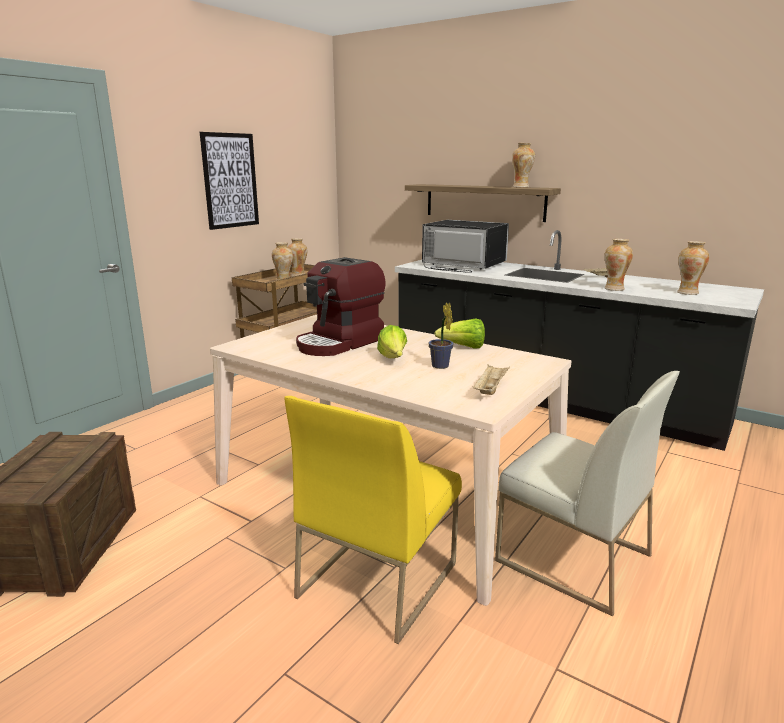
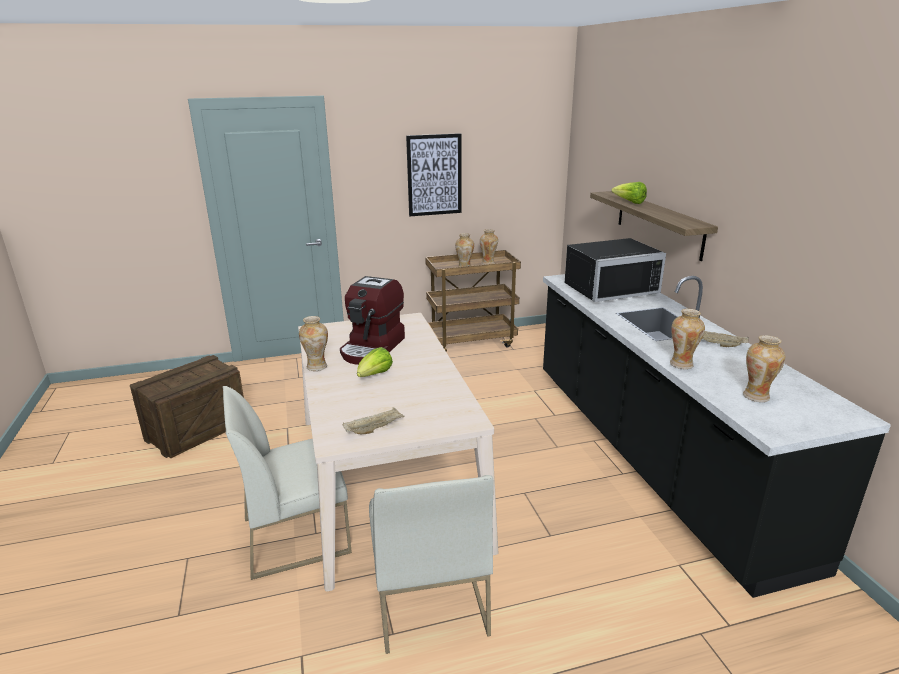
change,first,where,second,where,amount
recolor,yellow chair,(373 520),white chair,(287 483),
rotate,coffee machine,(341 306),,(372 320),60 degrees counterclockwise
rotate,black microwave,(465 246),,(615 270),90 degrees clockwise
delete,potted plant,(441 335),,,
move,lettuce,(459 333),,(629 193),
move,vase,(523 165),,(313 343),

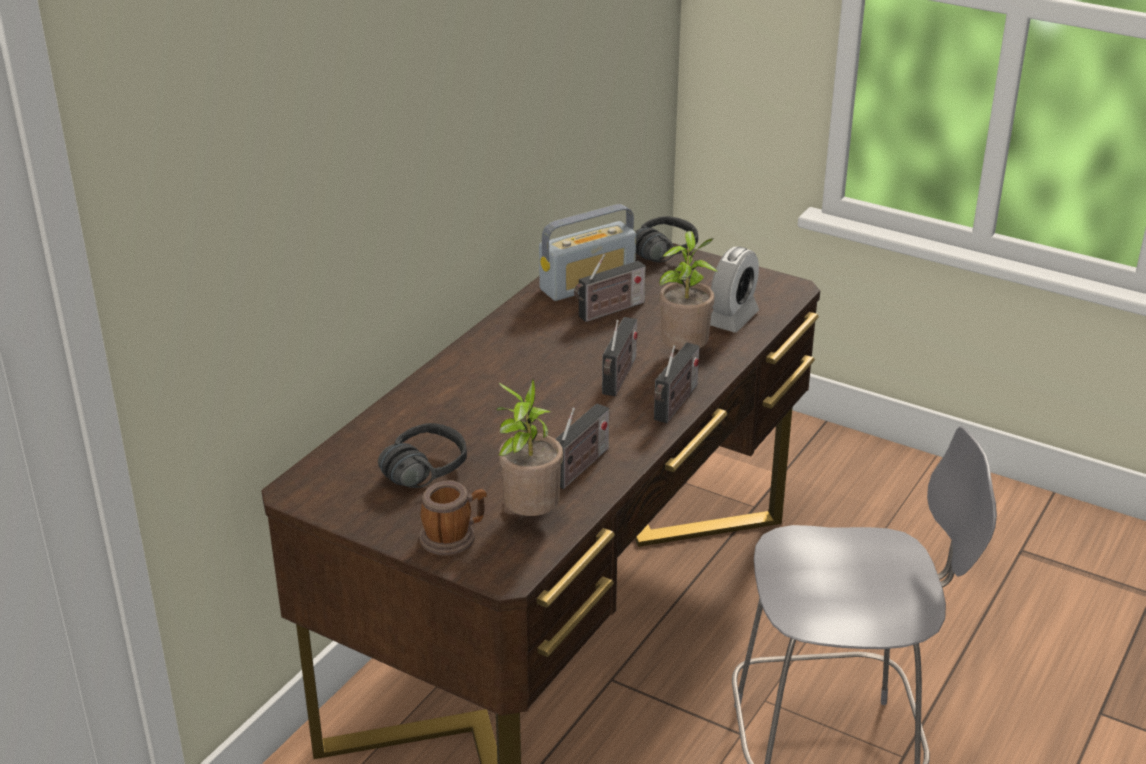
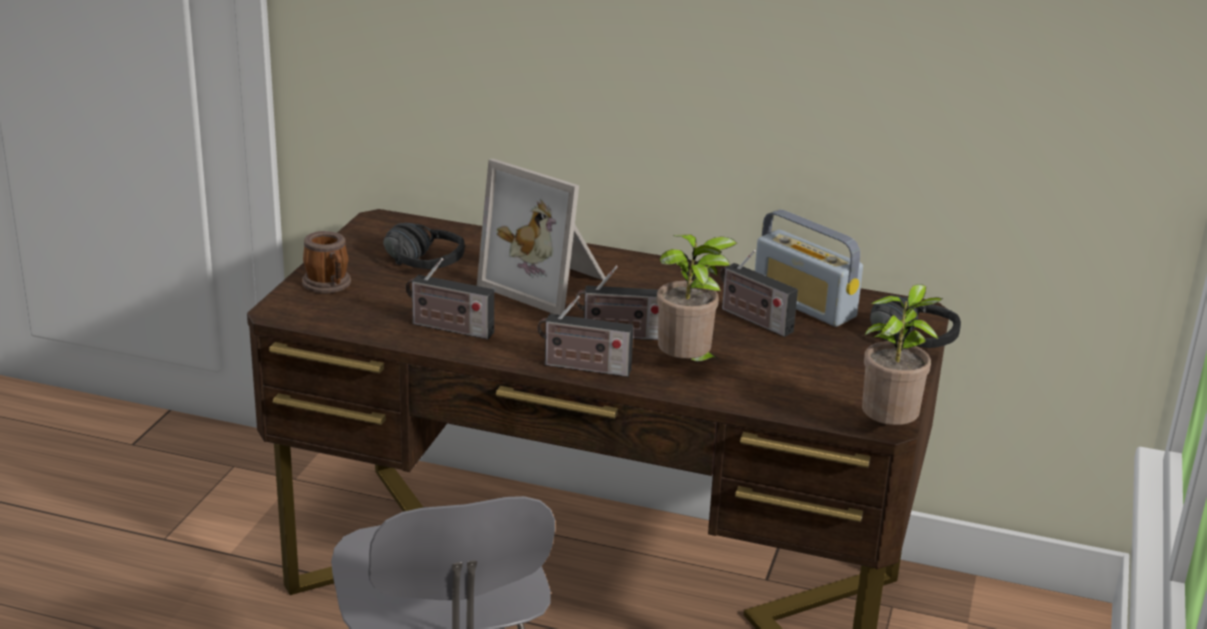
change,first,where,second,where,amount
move,potted plant,(529 447),,(902 354),
delete,alarm clock,(734 290),,,
insert,,,picture frame,(541 236),

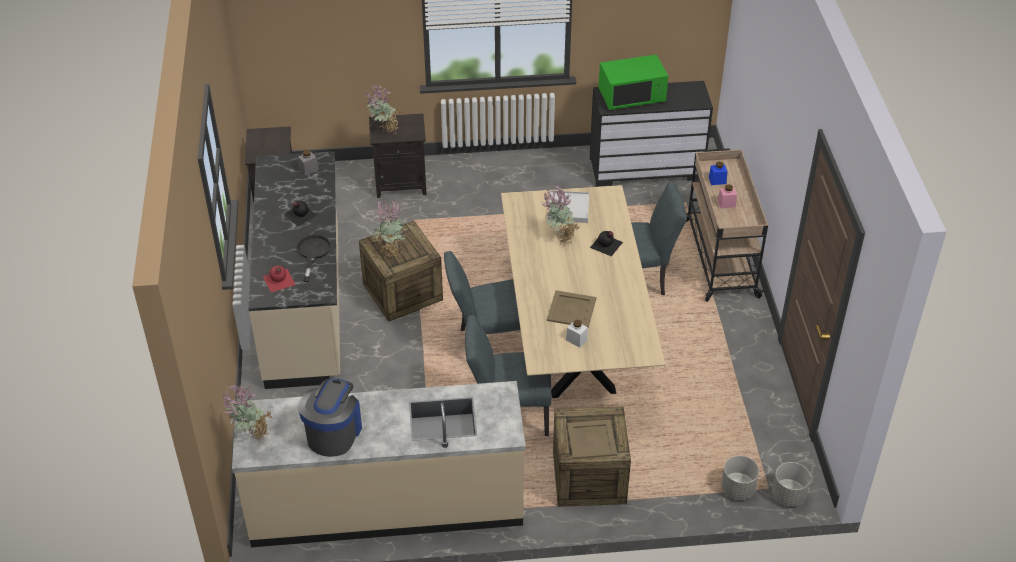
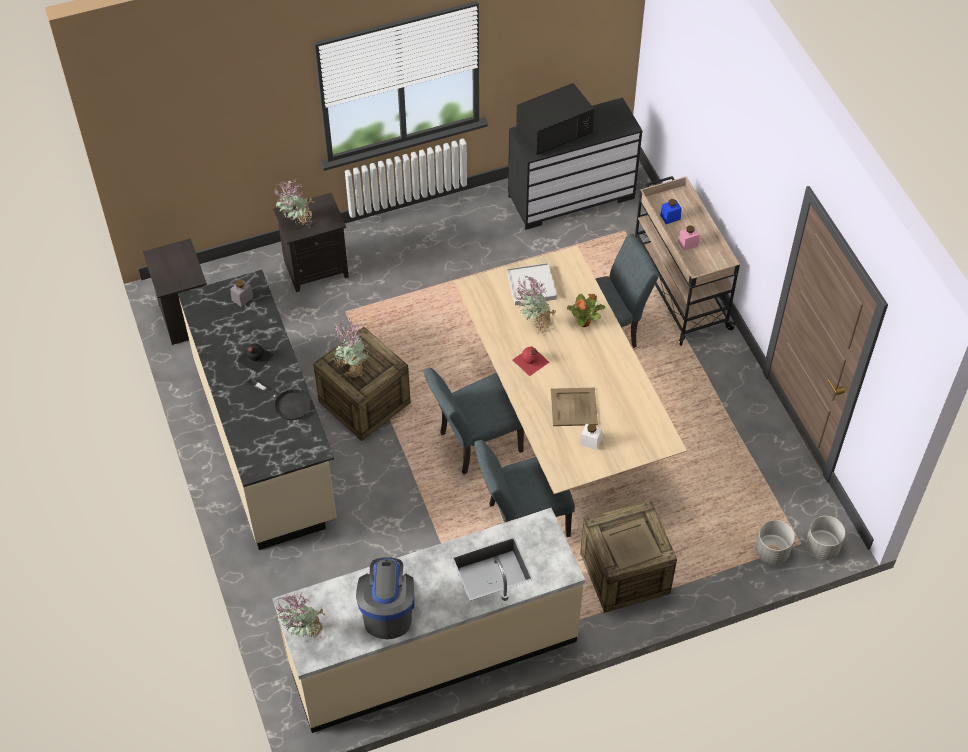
change,first,where,second,where,amount
move,red bottle,(279 279),,(531 361),
rotate,black frying pan,(314 258),,(279 399),135 degrees clockwise
replace,black bottle,(606 244),potted plant,(586 310),
recolor,green microwave,(633 82),black microwave,(555 119),

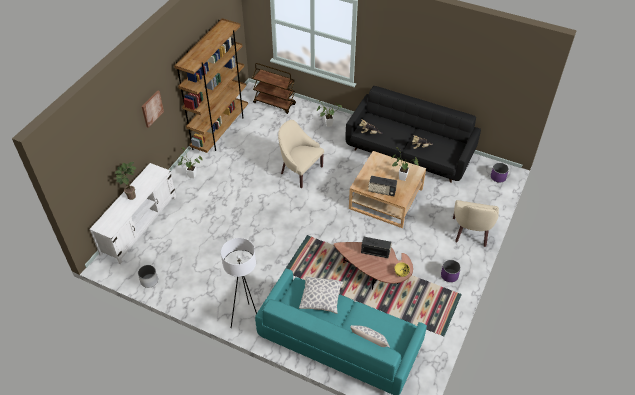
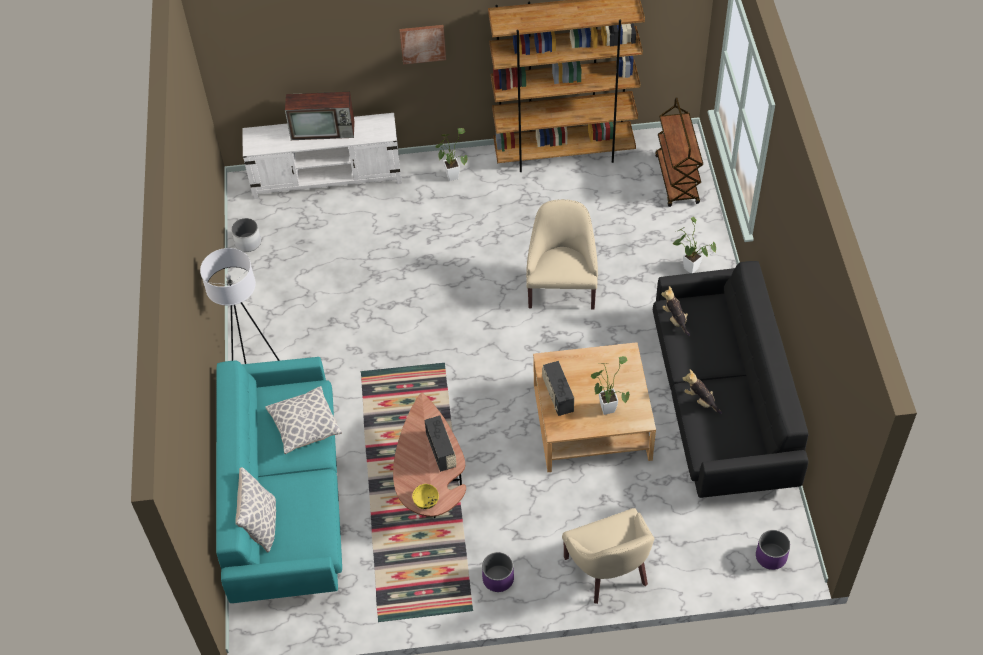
change,first,where,second,where,amount
replace,potted plant,(125 181),television,(320 116),
rotate,beige armchair,(476 223),,(608 556),90 degrees counterclockwise

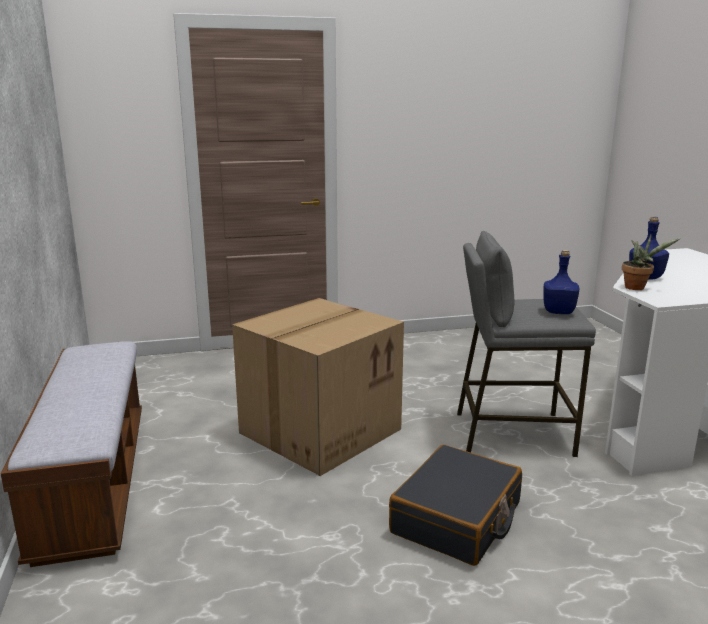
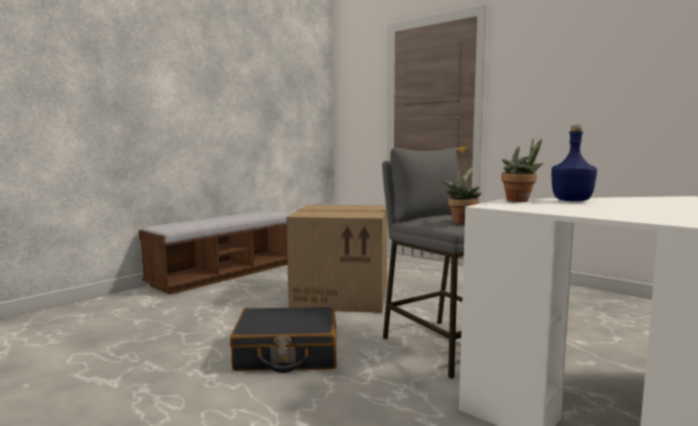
change,first,where,second,where,amount
replace,blue bottle,(561 282),potted plant,(461 195),

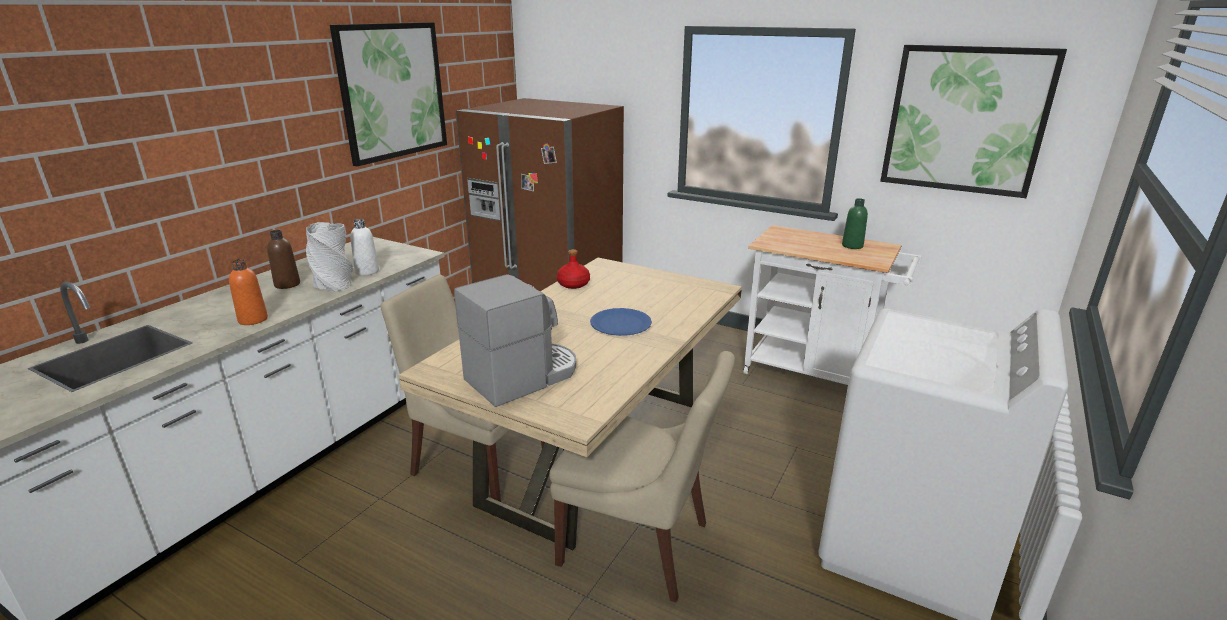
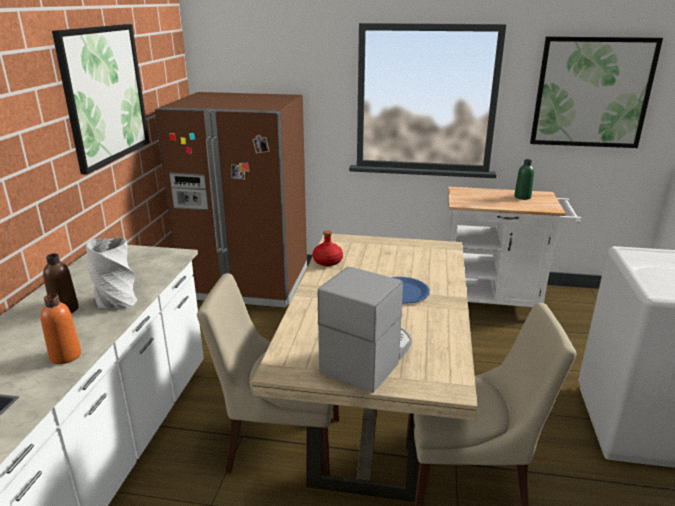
change,first,where,second,where,amount
delete,white bottle,(364 247),,,

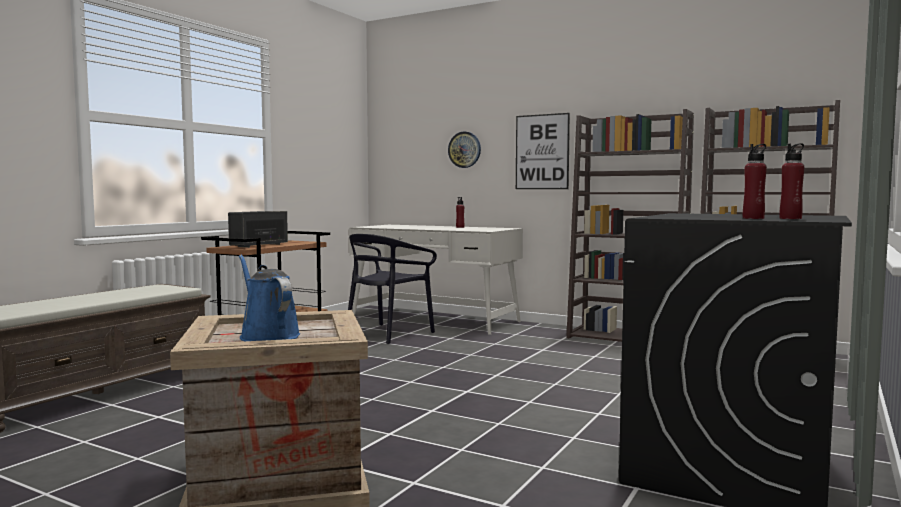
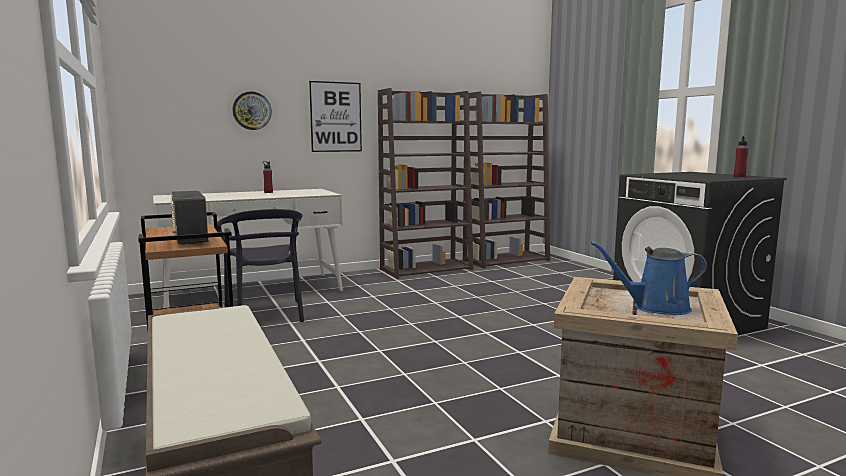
change,first,where,second,where,amount
delete,red bottle,(755 181),,,

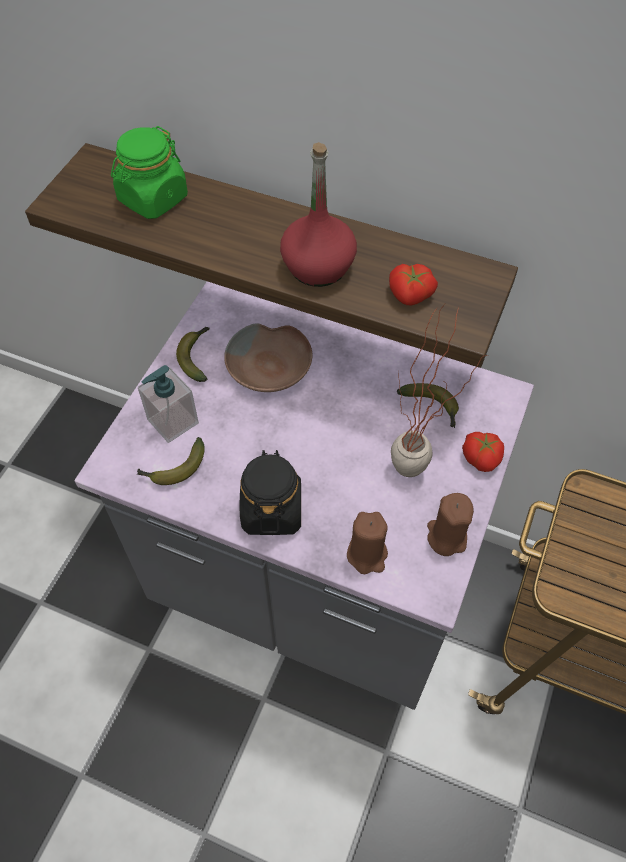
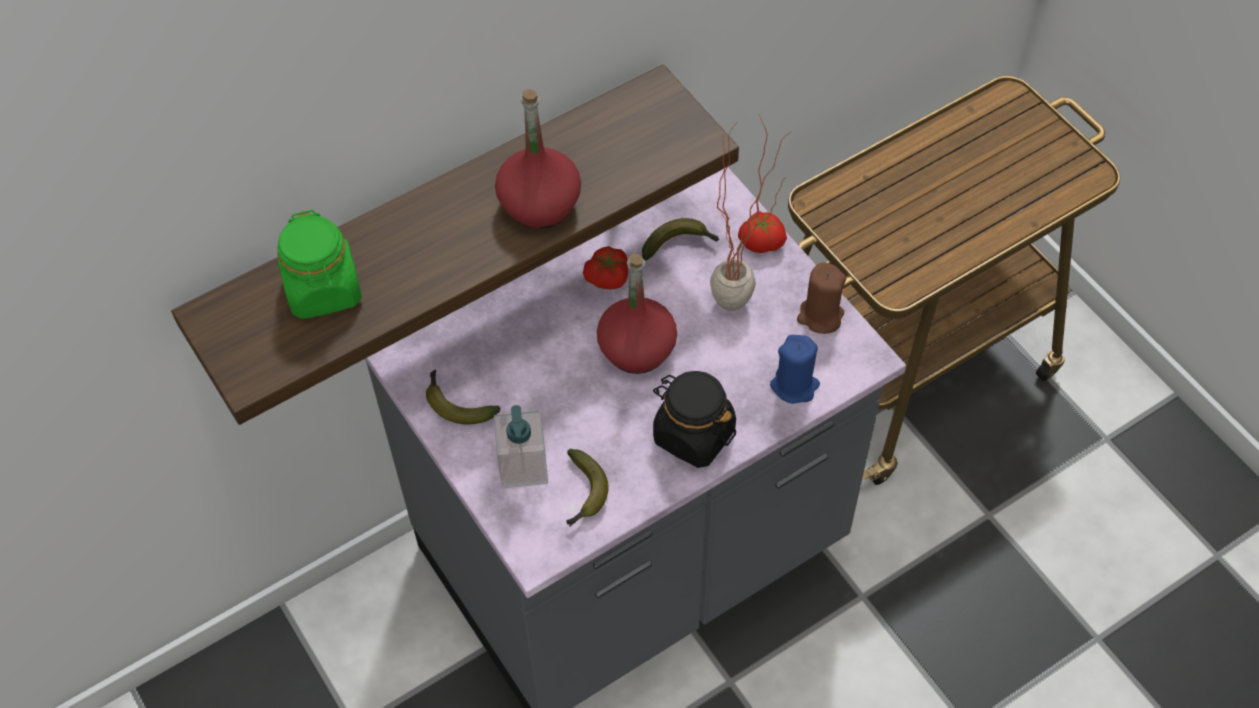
change,first,where,second,where,amount
delete,brown bowl,(268 357),,,
recolor,brown candle,(367 543),blue candle,(795 369),
move,tomato,(413 284),,(605 267),
insert,,,red bottle,(637 314),

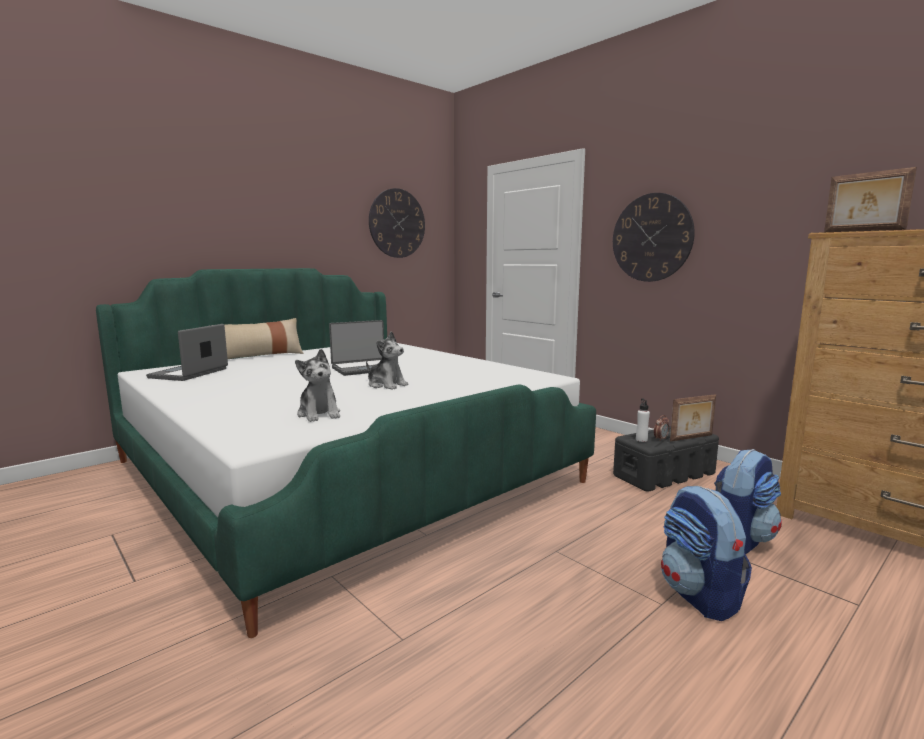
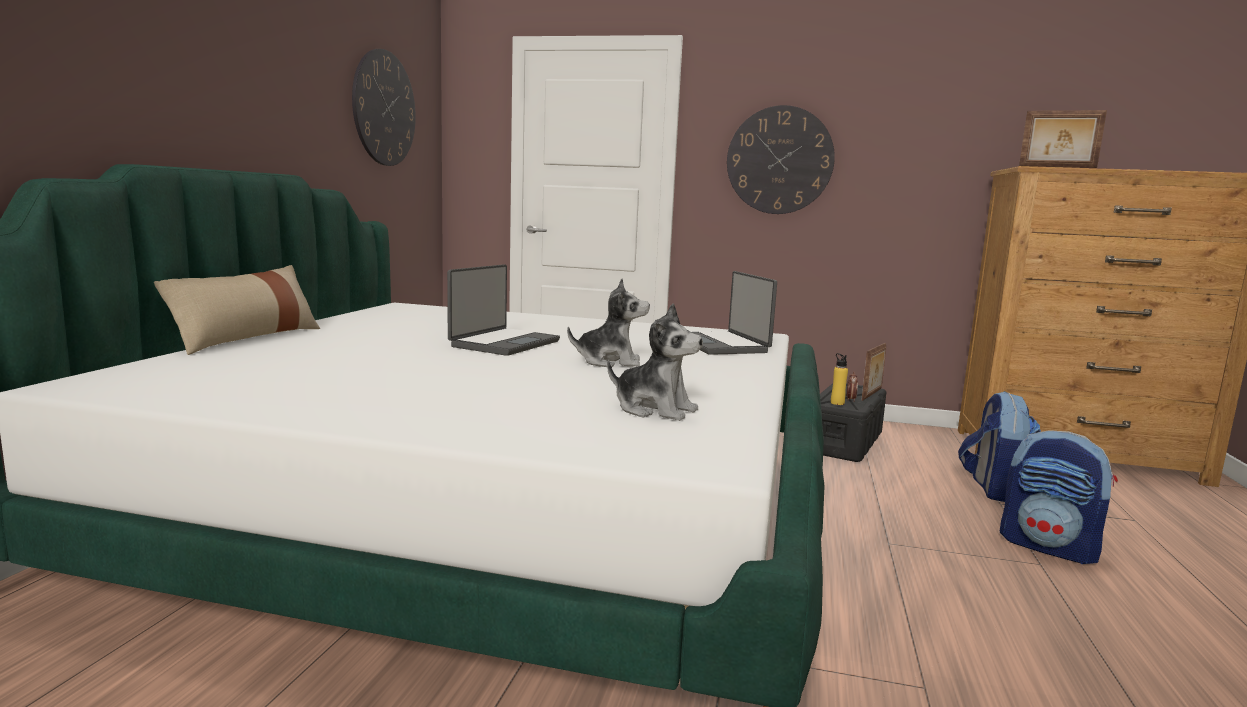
change,first,where,second,where,amount
move,laptop,(187 352),,(734 313),
recolor,white bottle,(643 420),yellow bottle,(839 379),

